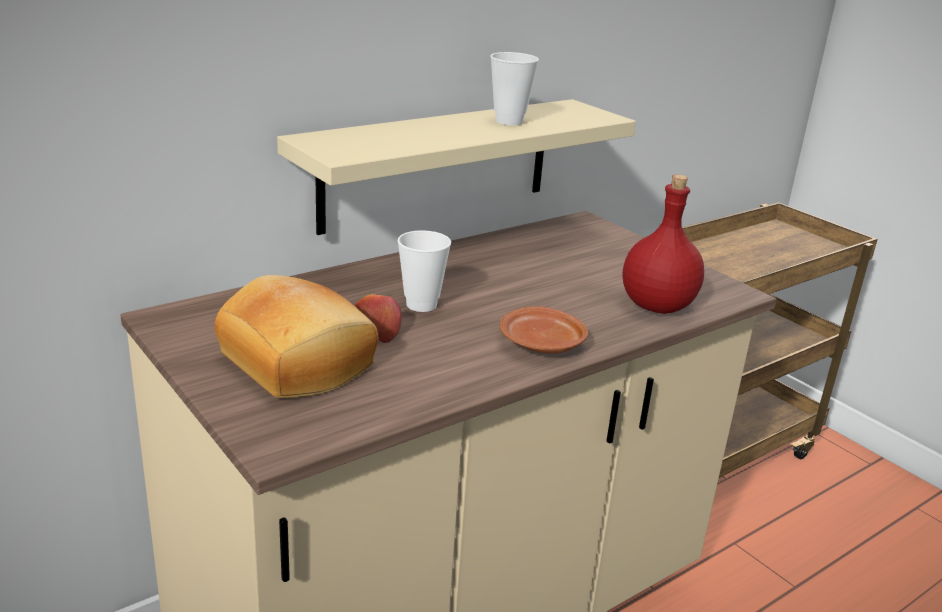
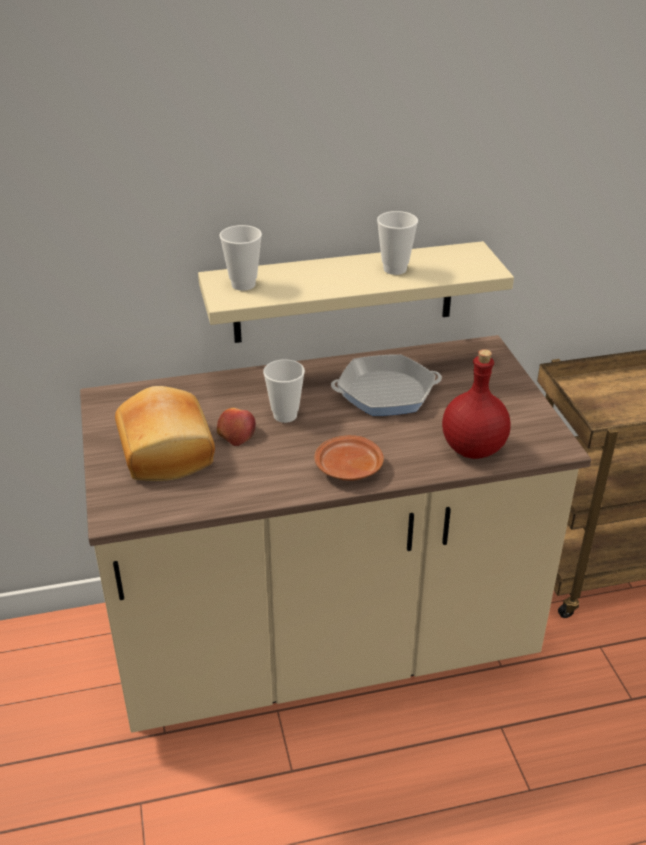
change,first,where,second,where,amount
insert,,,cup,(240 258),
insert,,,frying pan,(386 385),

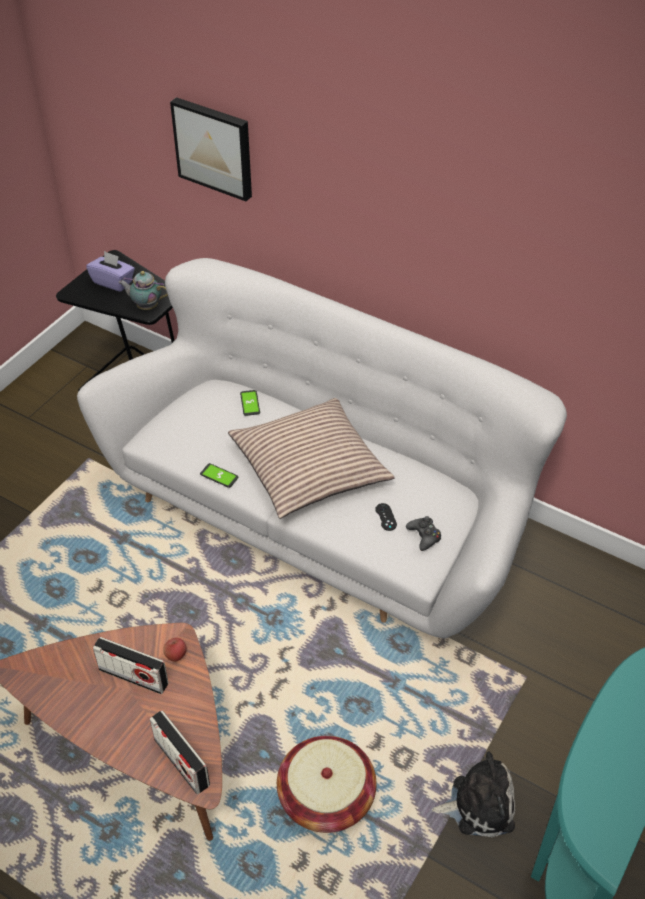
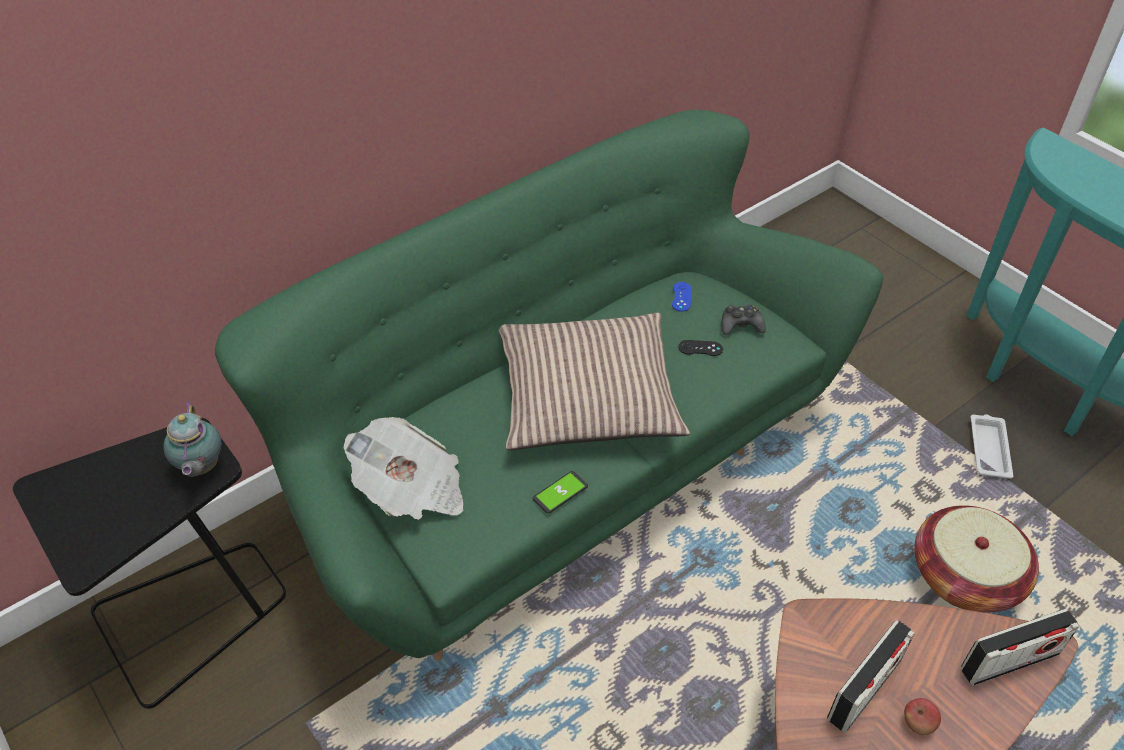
change,first,where,second,where,amount
recolor,white sofa,(322 448),green sofa,(549 385),
delete,purple tissue box,(110 271),,,
rotate,teapot,(143 290),,(192 439),45 degrees counterclockwise
move,apple,(175 650),,(922 716),
delete,picture,(211 149),,,
delete,phone,(250 403),,,
replace,plush toy,(473 794),white tray,(992 446),
insert,,,newspaper,(404 468),
insert,,,blue game controller,(682 297),

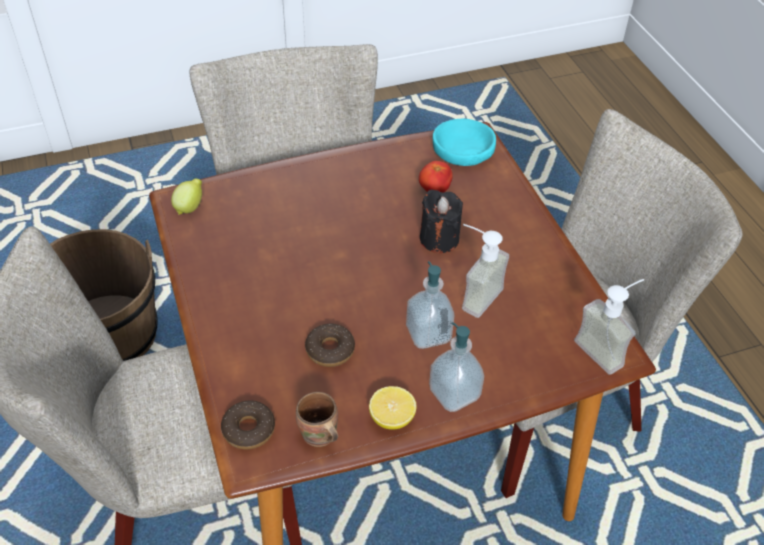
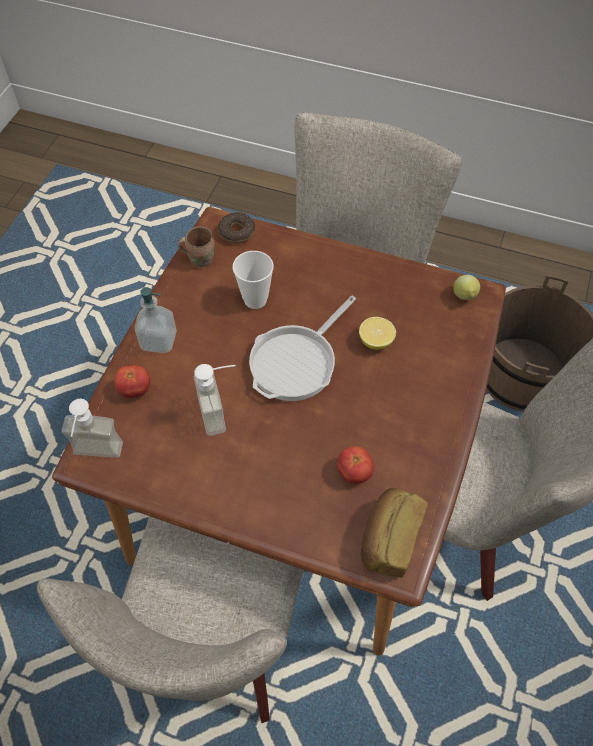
change,first,where,second,where,amount
replace,donut,(330 345),cup,(253 280),
move,lemon,(393 408),,(377 333),
delete,soap dispenser,(430 305),,,
delete,black candle,(441 221),,,
replace,turquoise bowl,(464 142),bread,(394 533),
insert,,,tomato,(132 381),
insert,,,frying pan,(302 348),

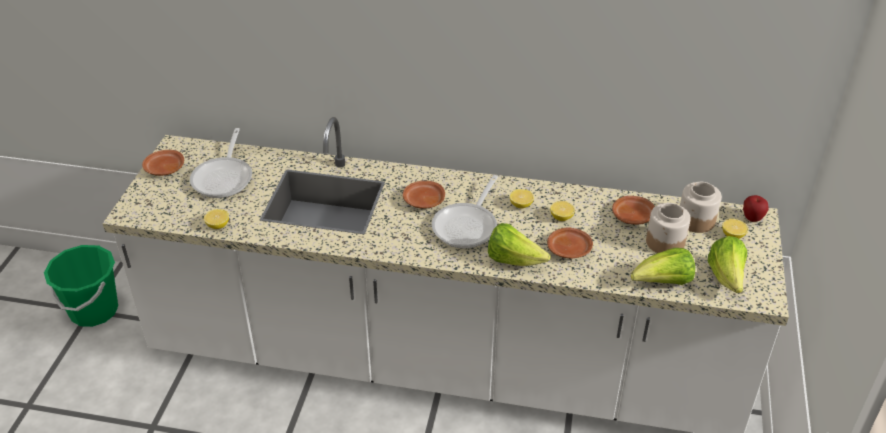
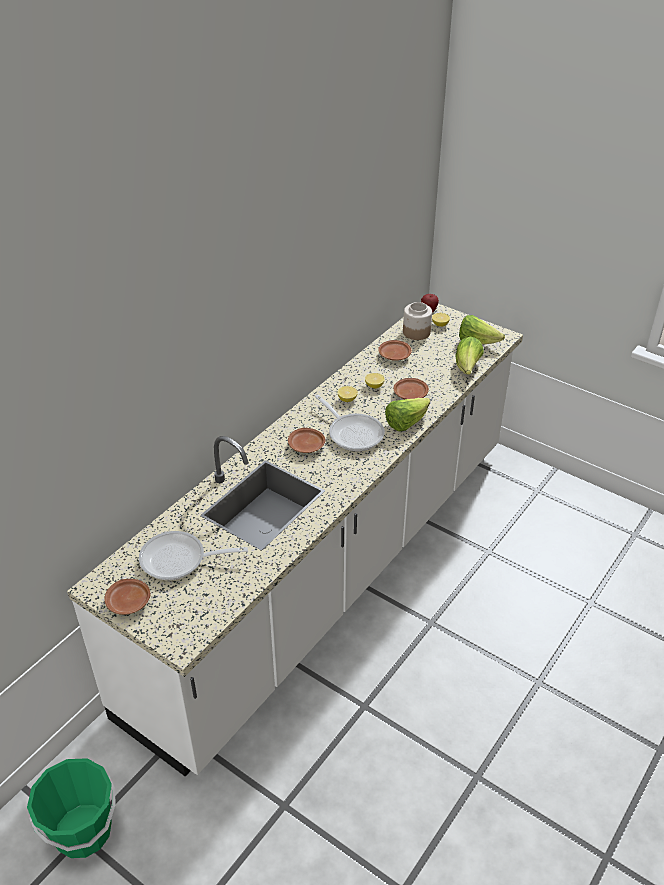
change,first,where,second,where,amount
rotate,frying pan,(221 163),,(193 555),150 degrees clockwise
delete,lemon,(216 219),,,
delete,jar,(668 228),,,

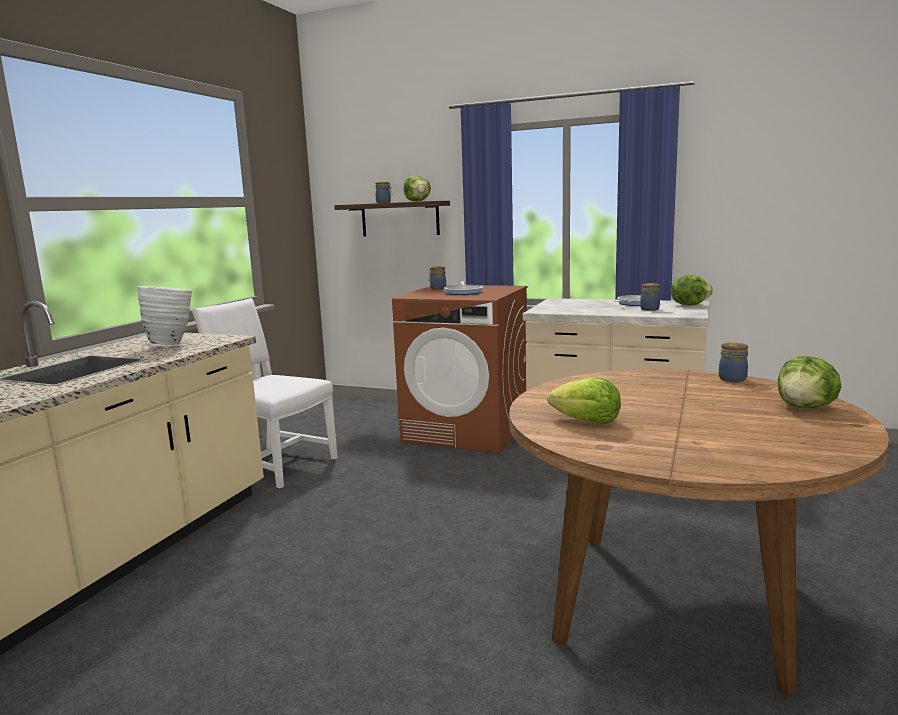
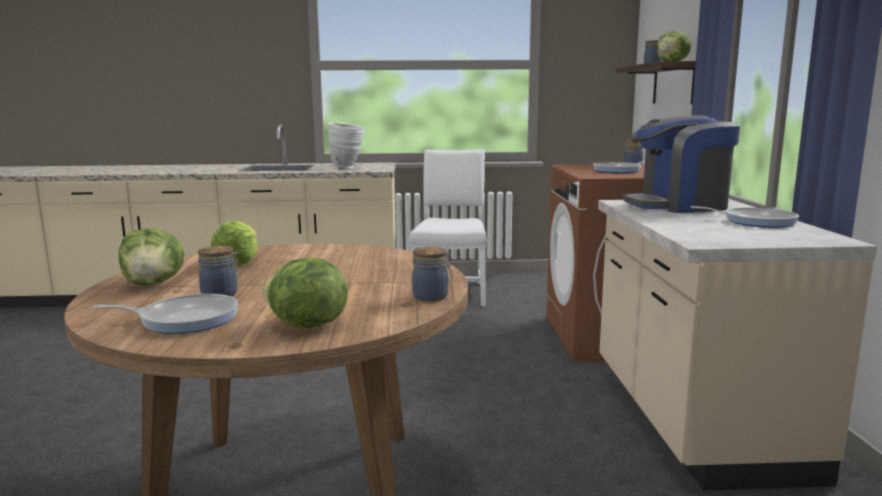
change,first,where,second,where,amount
move,jar,(650 297),,(219 271),
move,lettuce,(692 290),,(151 257),
insert,,,frying pan,(165 314),
insert,,,coffee machine,(681 164),

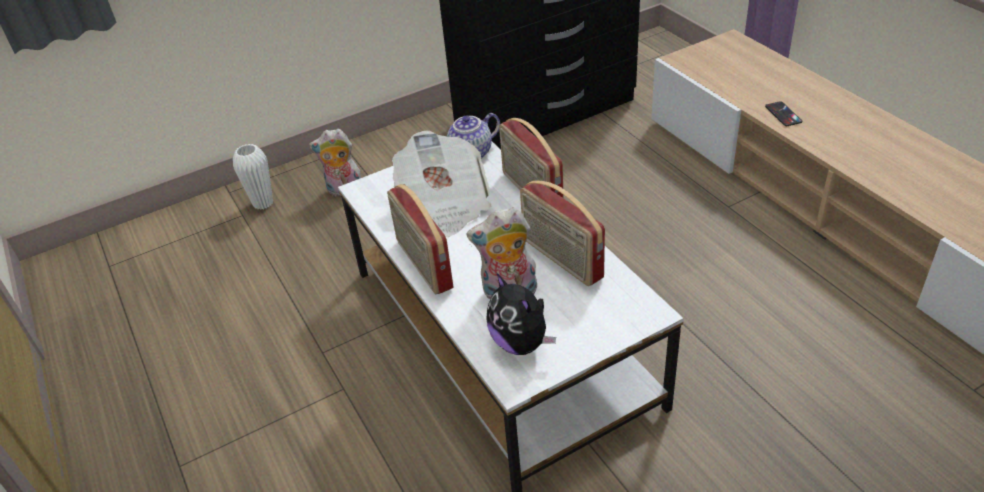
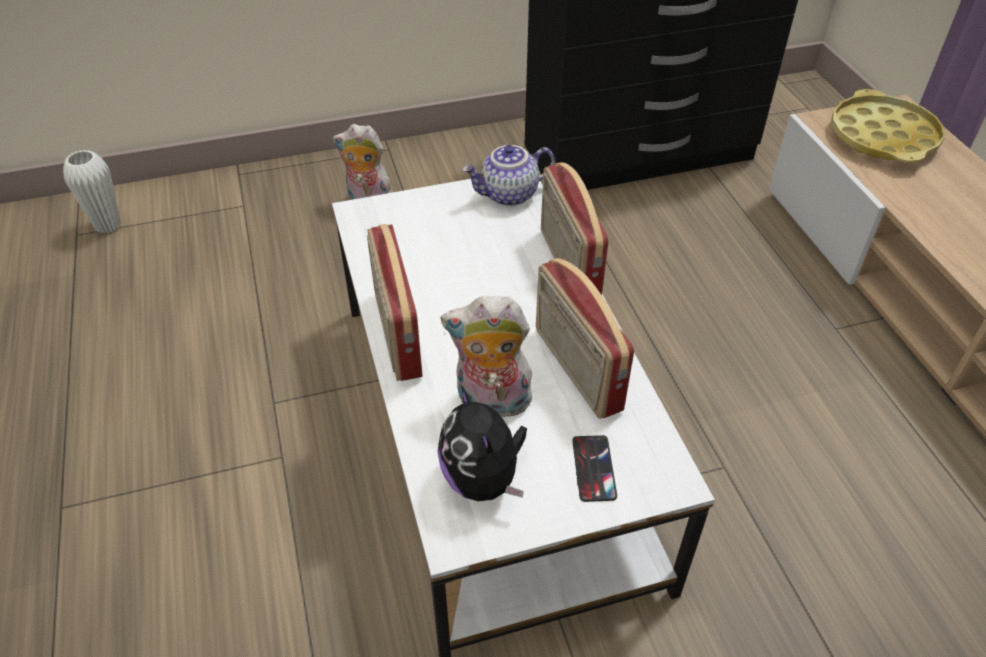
change,first,where,second,where,amount
move,white vase,(253 177),,(92 192),
delete,newspaper,(441 183),,,
move,phone,(783 113),,(594 468),
insert,,,yellow tray,(888 126),

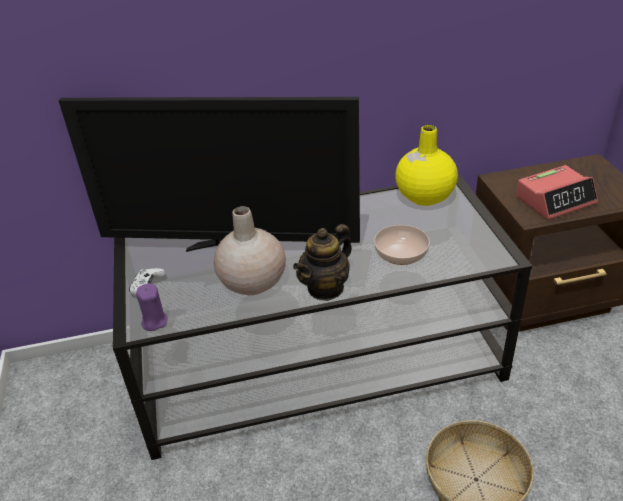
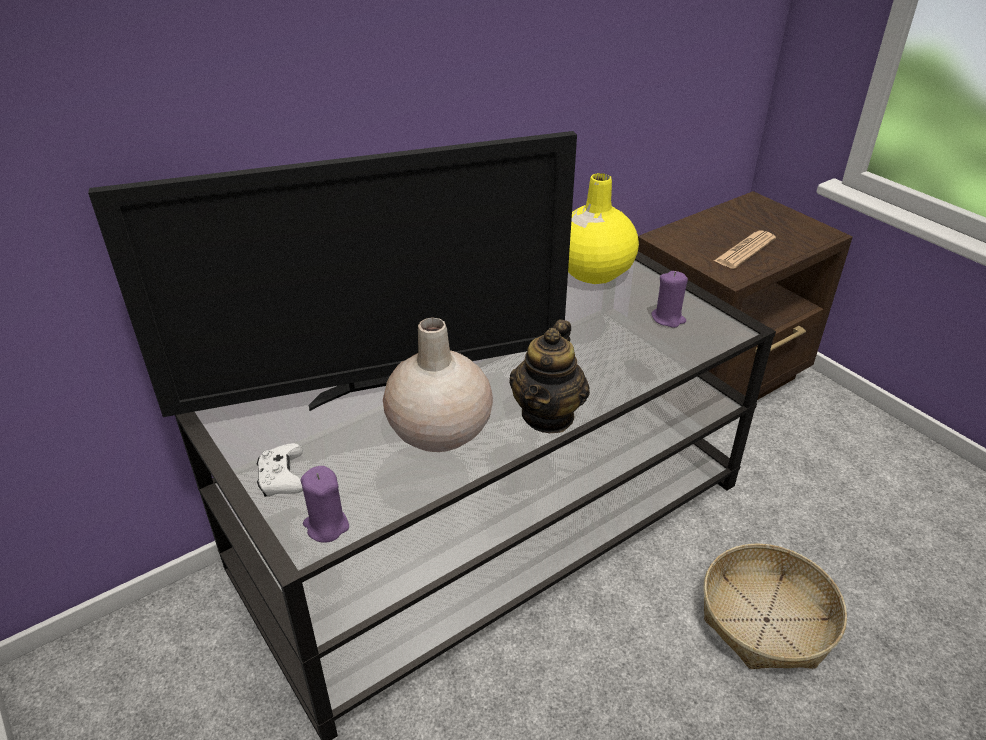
change,first,where,second,where,amount
delete,bowl,(402 245),,,
replace,alarm clock,(557 192),newspaper,(745 249),
insert,,,purple candle,(669 299),

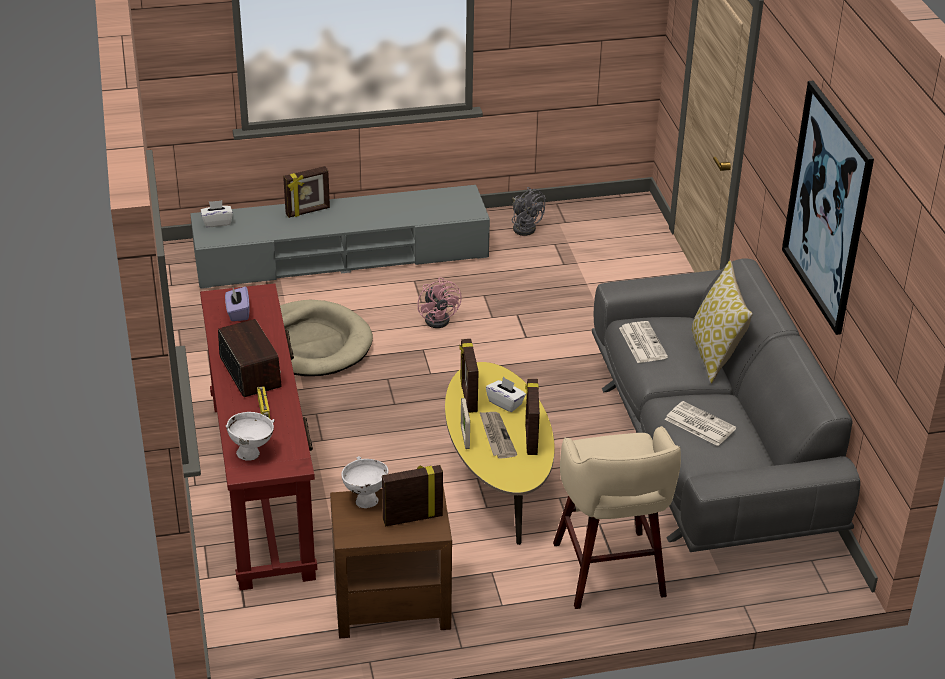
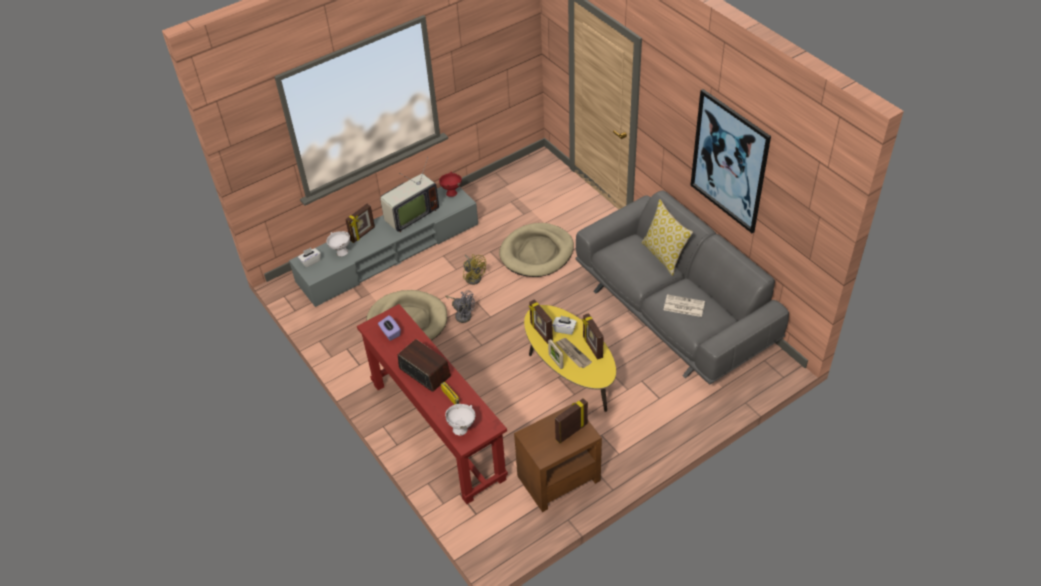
change,first,where,second,where,amount
move,white bowl,(364 482),,(338 243),
recolor,pink fan,(440 302),yellow fan,(474 269),
move,grey fan,(528 211),,(460 306),
delete,beige stool,(617 517),,,
delete,newspaper,(643 342),,,
insert,,,television,(409 194),
insert,,,red bowl,(450 184),
insert,,,beige dog bed,(536 250),

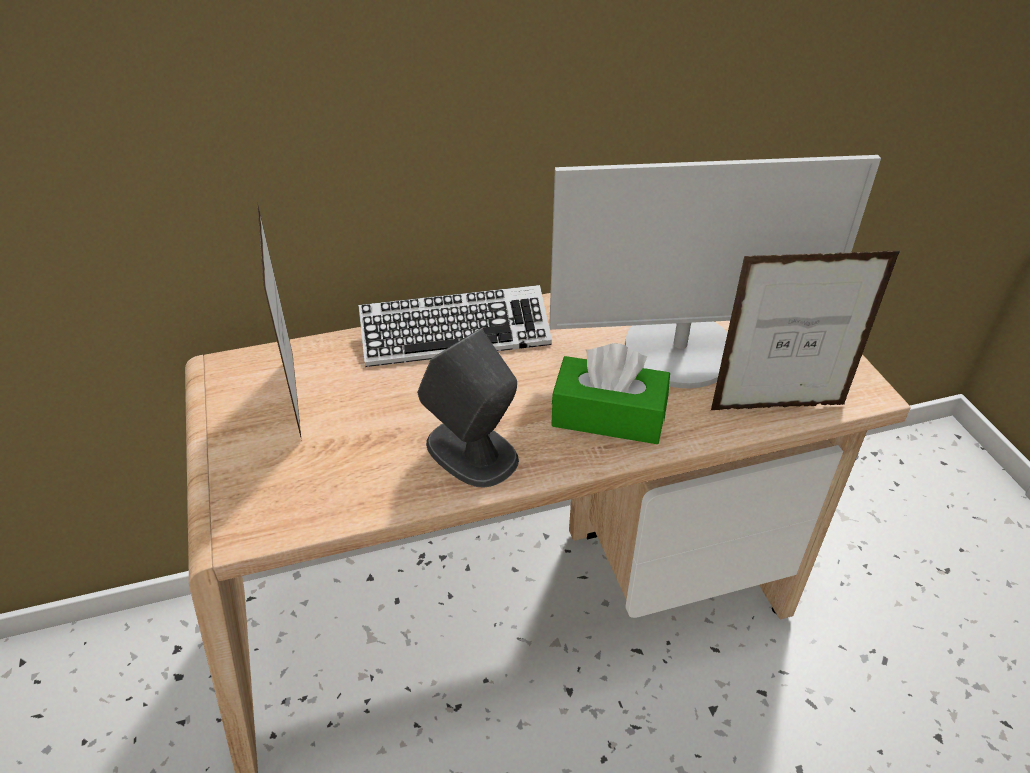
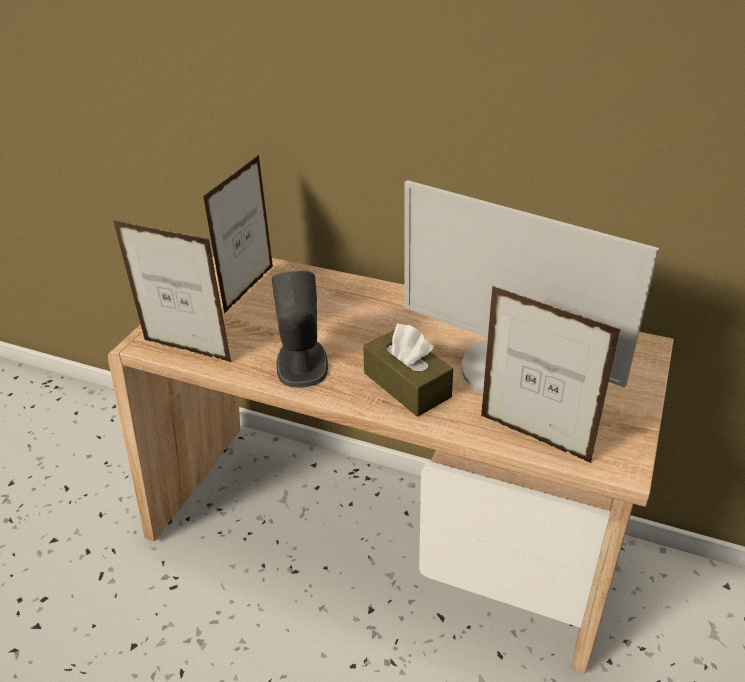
change,first,where,second,where,amount
delete,keyboard,(455 326),,,
recolor,green tissue box,(610 393),brown tissue box,(408 370),
insert,,,picture frame,(172 291),

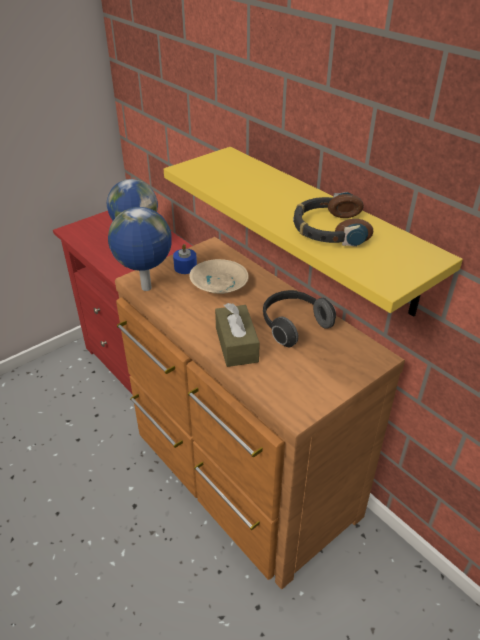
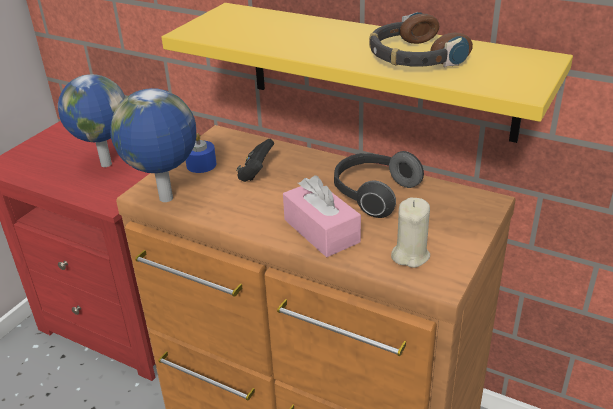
change,first,where,second,where,amount
replace,beige bowl,(219 276),black game controller,(255 160),
recolor,brown tissue box,(237 335),pink tissue box,(322 216),
insert,,,beige candle,(410 232),

